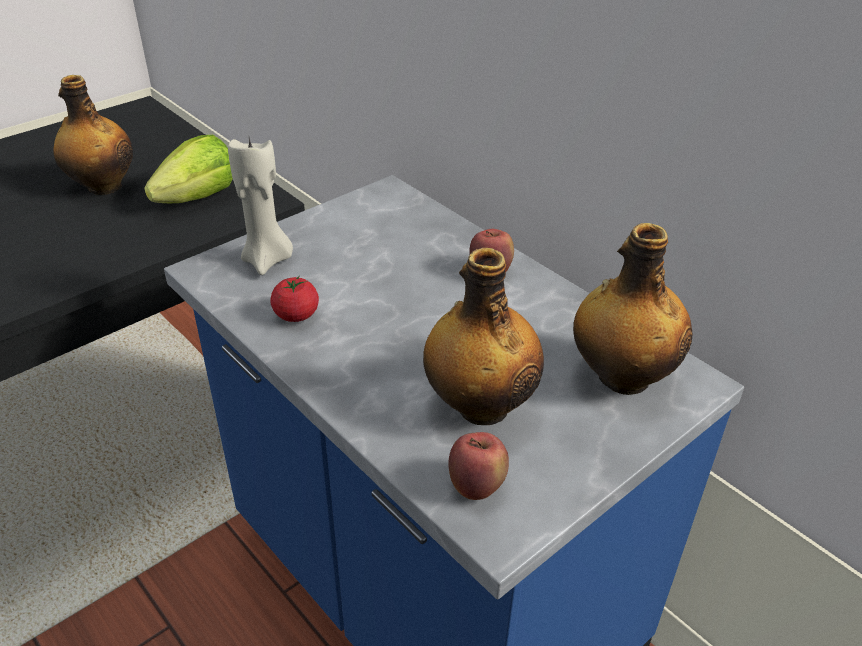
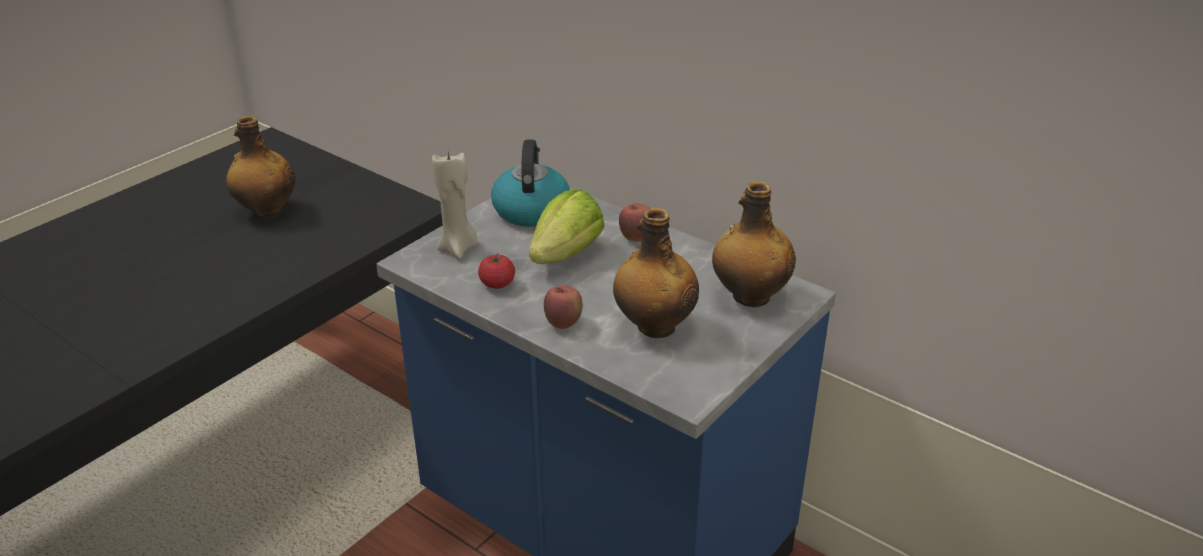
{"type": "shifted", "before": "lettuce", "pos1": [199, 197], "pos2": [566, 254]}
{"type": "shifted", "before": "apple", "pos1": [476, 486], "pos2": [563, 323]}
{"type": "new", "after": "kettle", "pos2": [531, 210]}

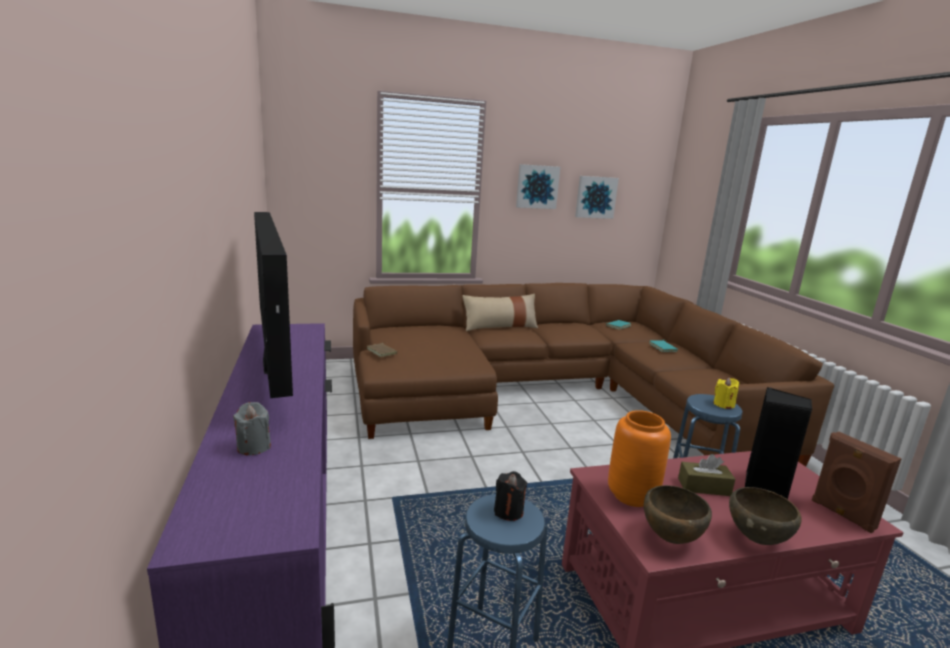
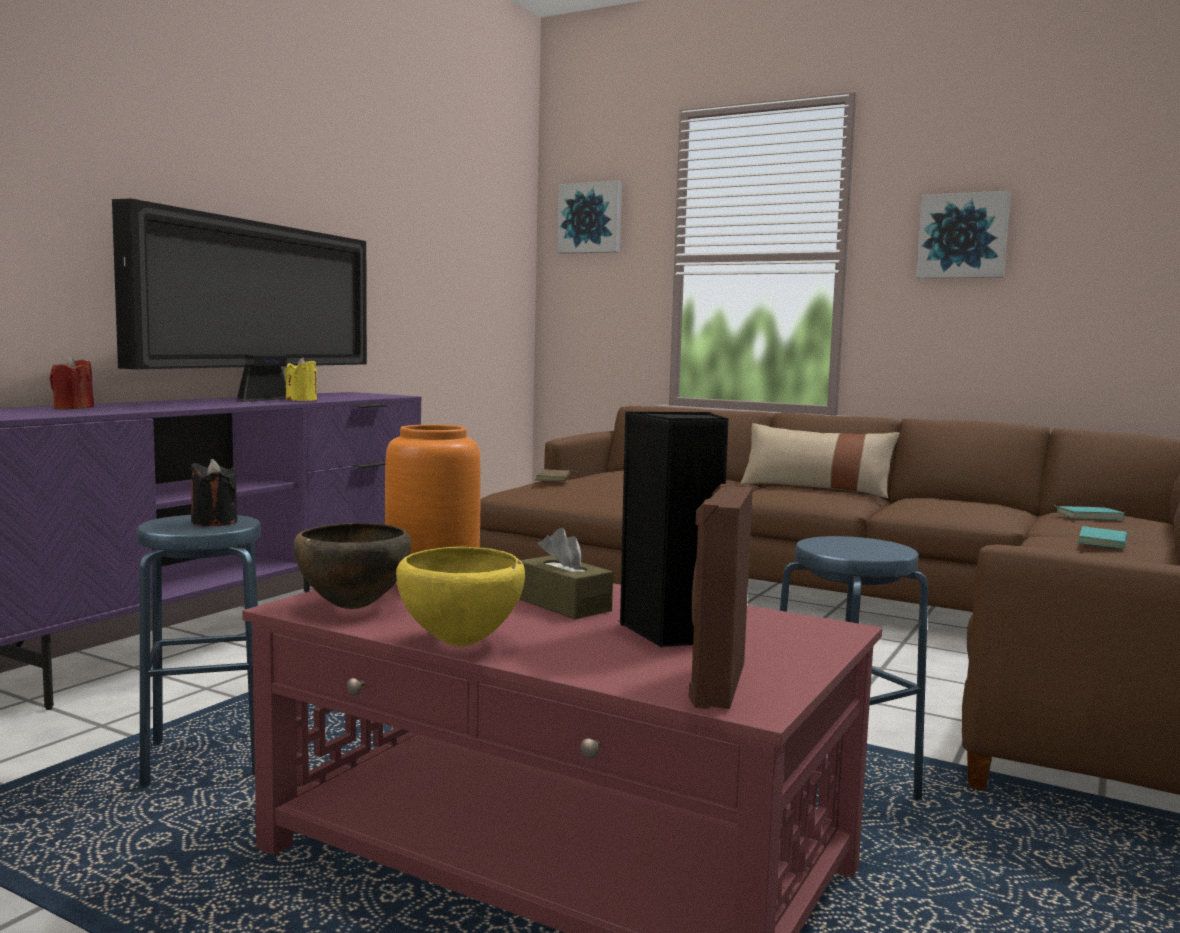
{"type": "shifted", "before": "picture", "pos1": [595, 197], "pos2": [591, 218]}
{"type": "shifted", "before": "yellow candle", "pos1": [723, 404], "pos2": [302, 400]}
{"type": "repainted", "before": "grey candle", "after": "red candle", "pos1": [253, 447], "pos2": [73, 408]}
{"type": "repainted", "before": "brown bowl", "after": "yellow bowl", "pos1": [757, 539], "pos2": [462, 643]}

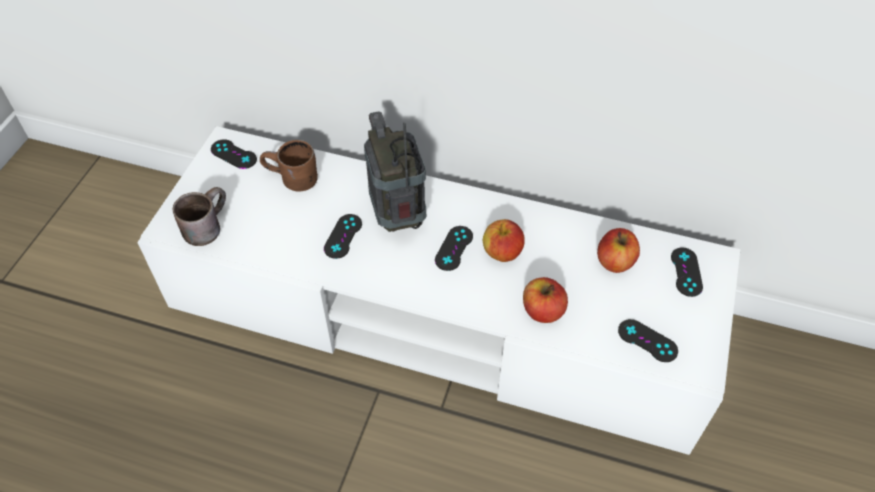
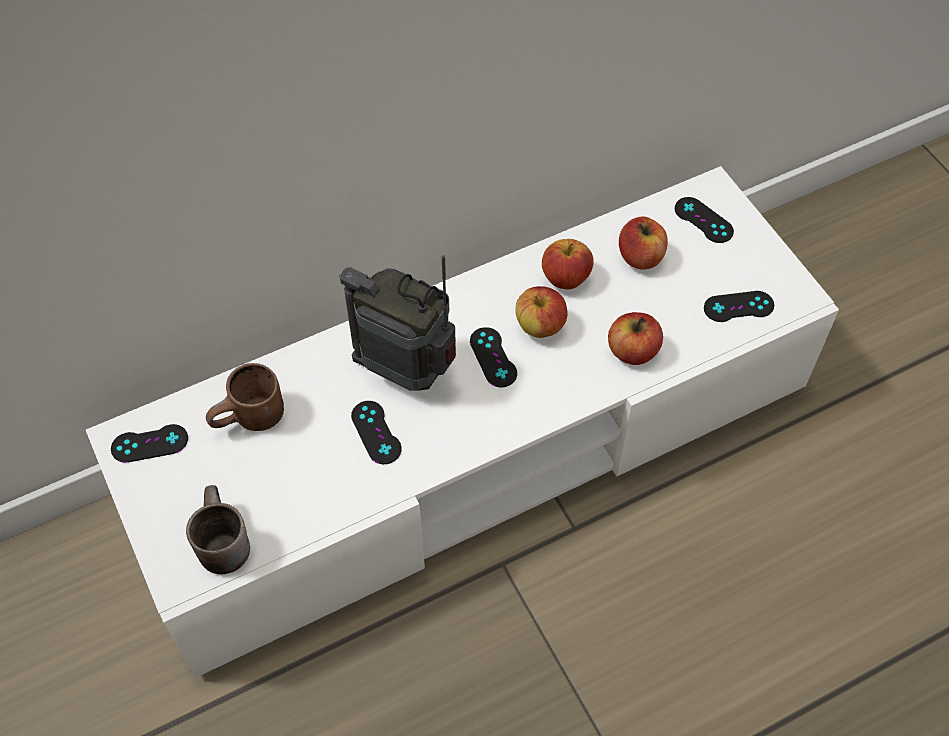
{"type": "new", "after": "apple", "pos2": [565, 278]}

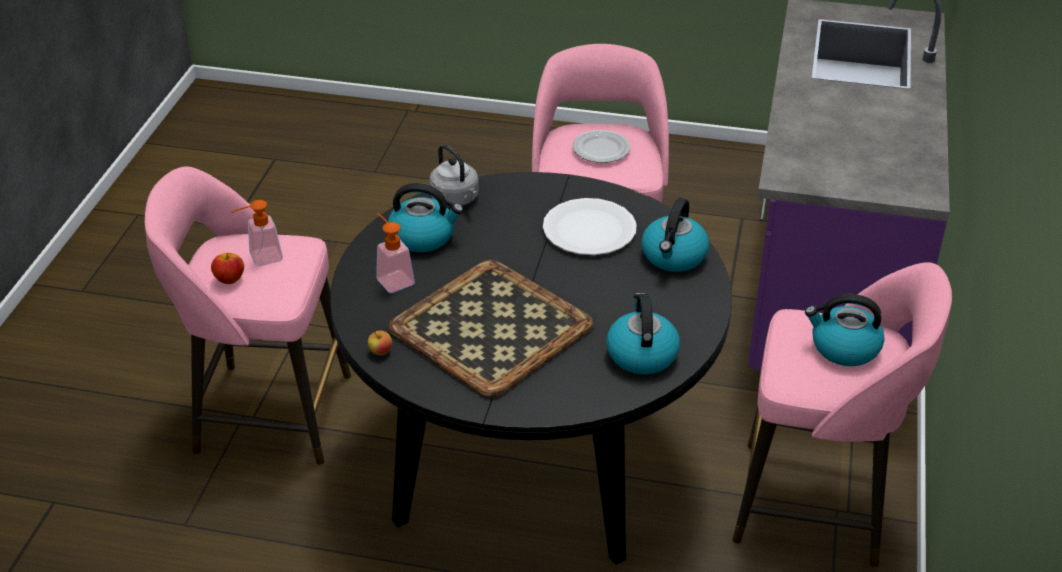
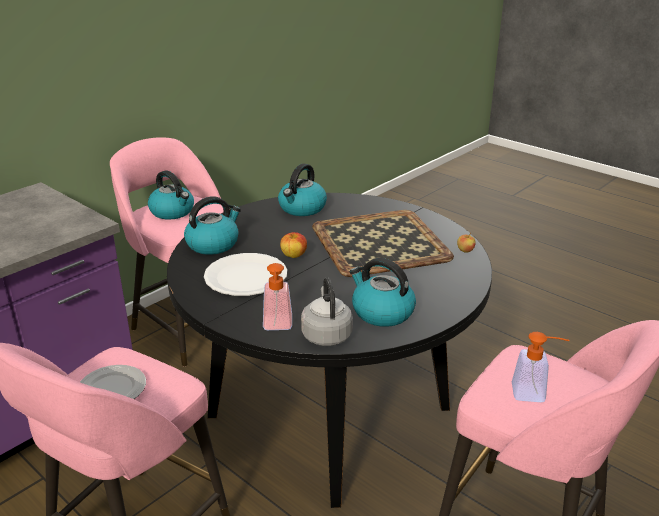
{"type": "shifted", "before": "soap dispenser", "pos1": [392, 278], "pos2": [277, 327]}
{"type": "shifted", "before": "apple", "pos1": [229, 279], "pos2": [294, 255]}

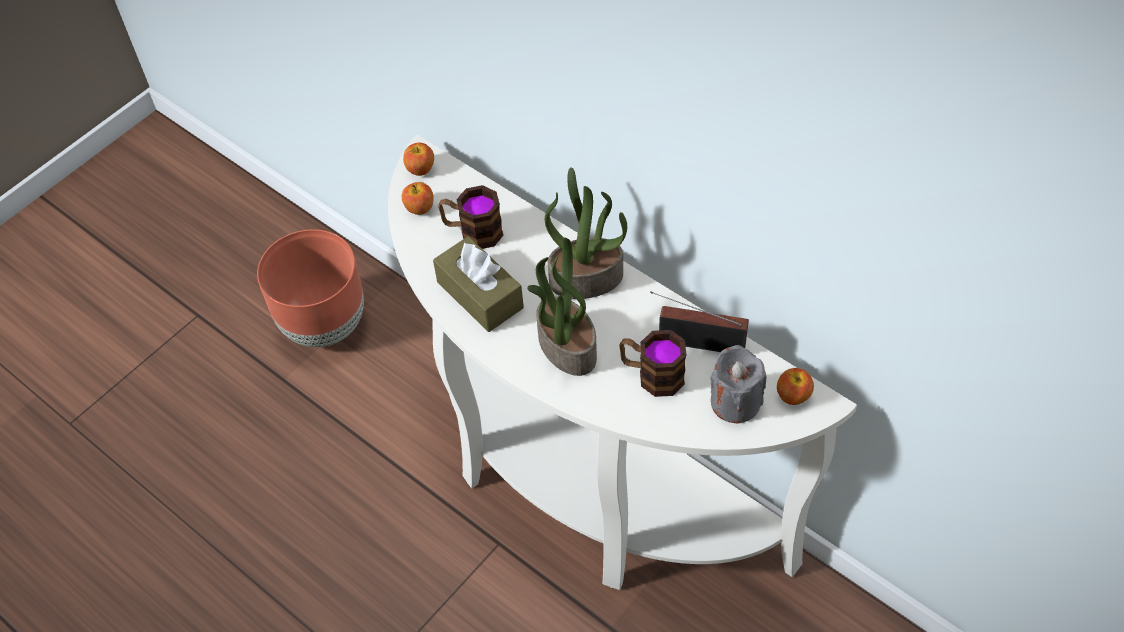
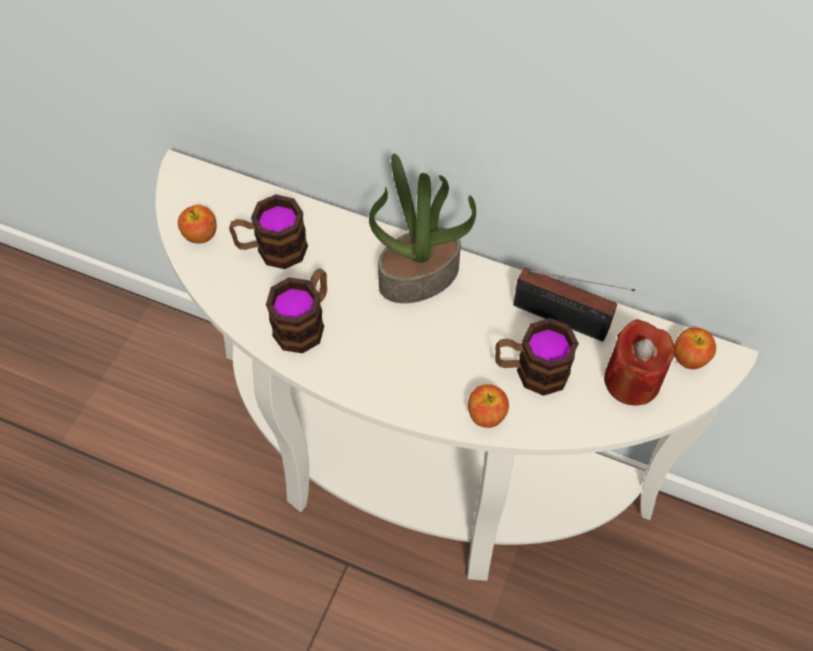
{"type": "shifted", "before": "apple", "pos1": [420, 169], "pos2": [486, 414]}
{"type": "gone", "before": "brown planter", "pos1": [324, 325]}
{"type": "swapped", "before": "brown tissue box", "after": "mug", "pos1": [480, 295], "pos2": [305, 322]}
{"type": "gone", "before": "potted plant", "pos1": [565, 346]}
{"type": "rotated", "before": "radio", "pos1": [697, 341], "pos2": [565, 320], "turn": -150}
{"type": "repainted", "before": "grey candle", "after": "red candle", "pos1": [735, 402], "pos2": [632, 380]}

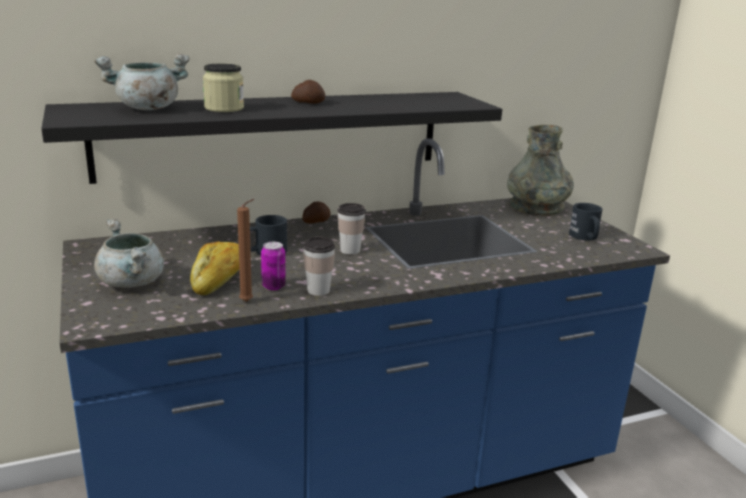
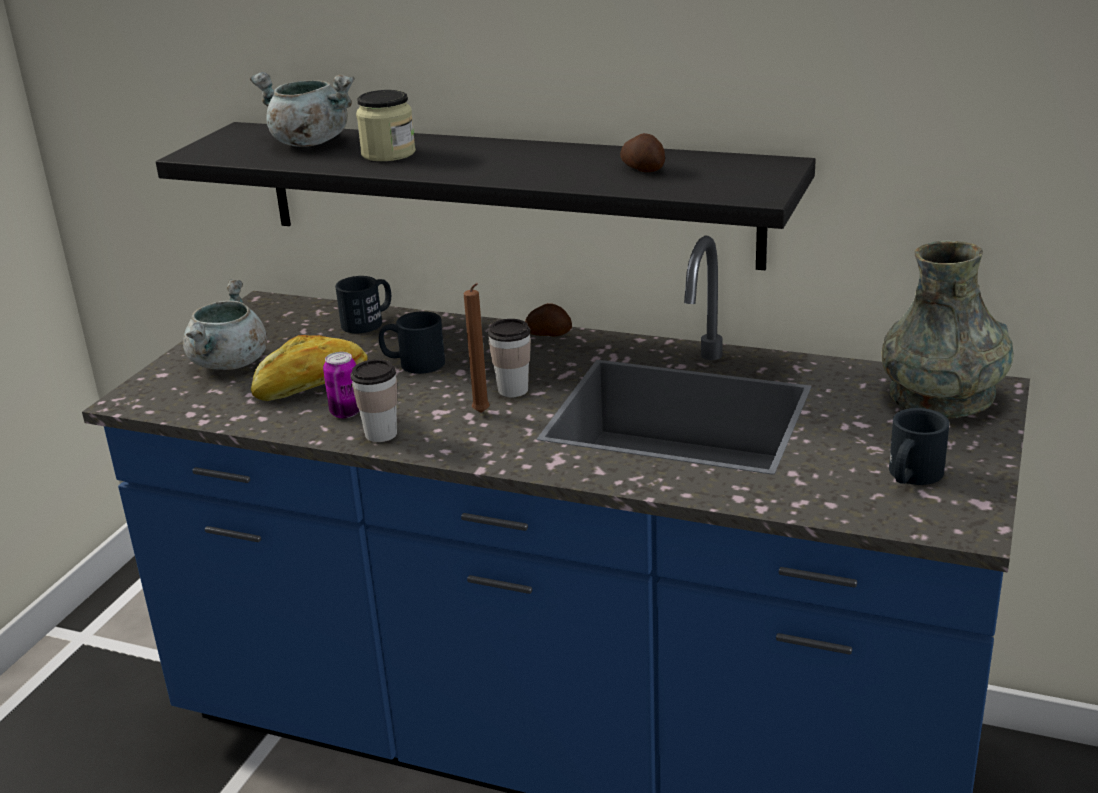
{"type": "shifted", "before": "potato", "pos1": [308, 103], "pos2": [643, 169]}
{"type": "shifted", "before": "brown candle", "pos1": [248, 302], "pos2": [482, 414]}
{"type": "new", "after": "black mug", "pos2": [369, 321]}

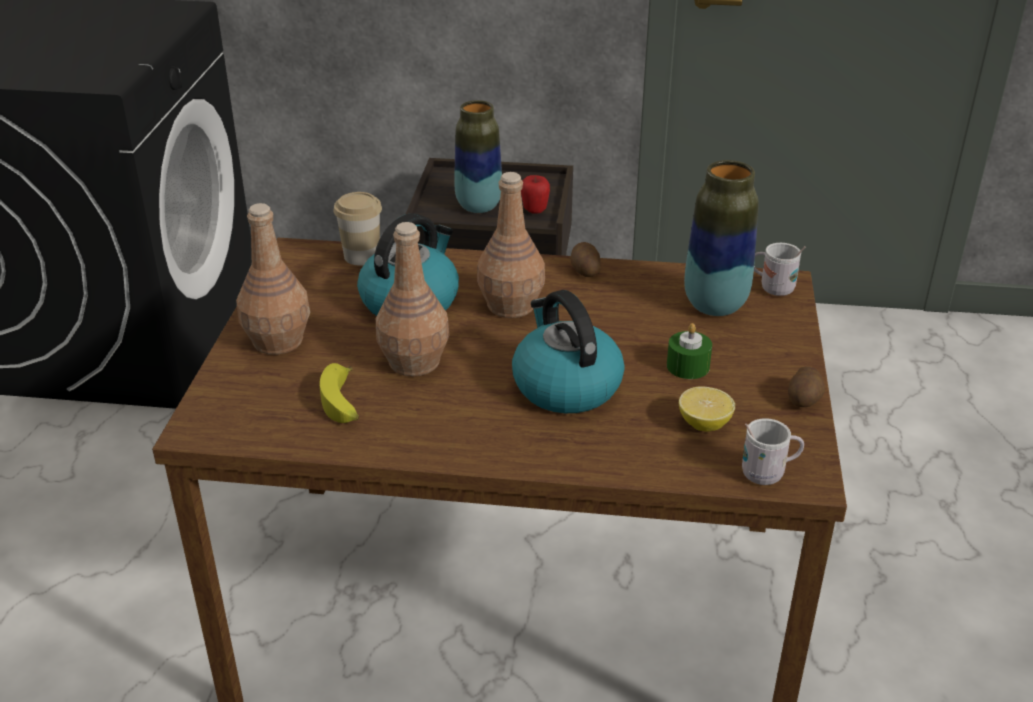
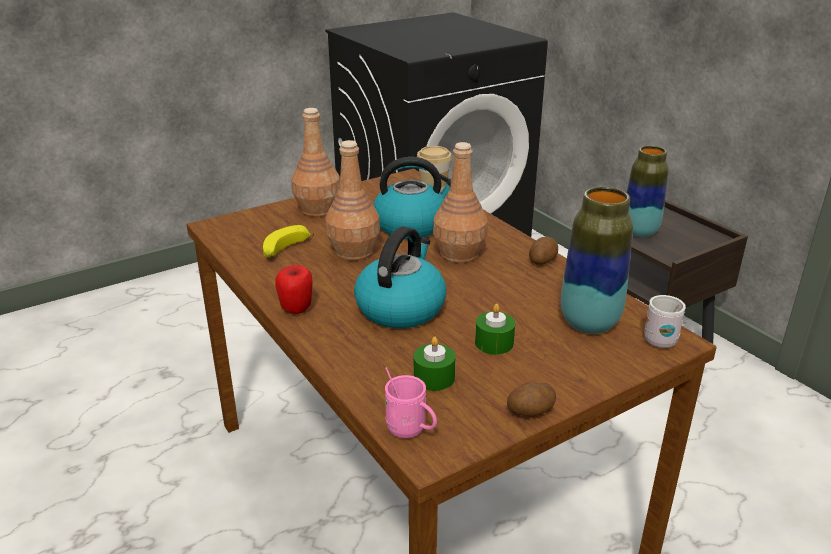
{"type": "shifted", "before": "apple", "pos1": [535, 210], "pos2": [296, 309]}
{"type": "swapped", "before": "lemon", "after": "green candle", "pos1": [704, 424], "pos2": [434, 377]}
{"type": "repainted", "before": "white mug", "after": "pink mug", "pos1": [768, 474], "pos2": [411, 431]}

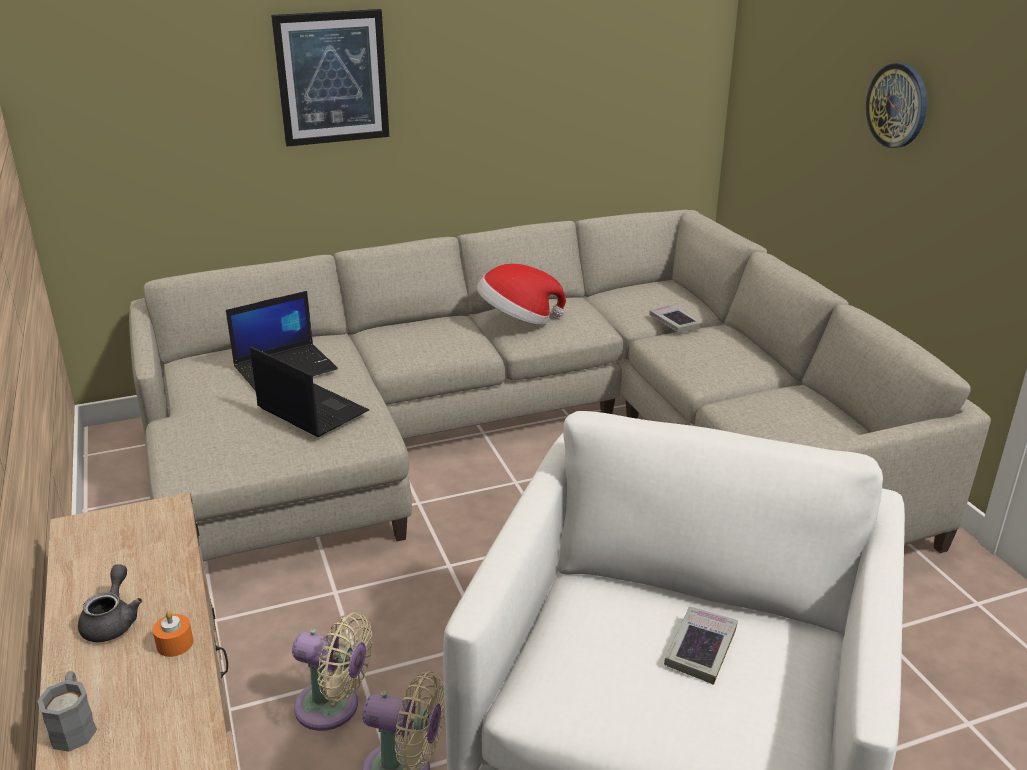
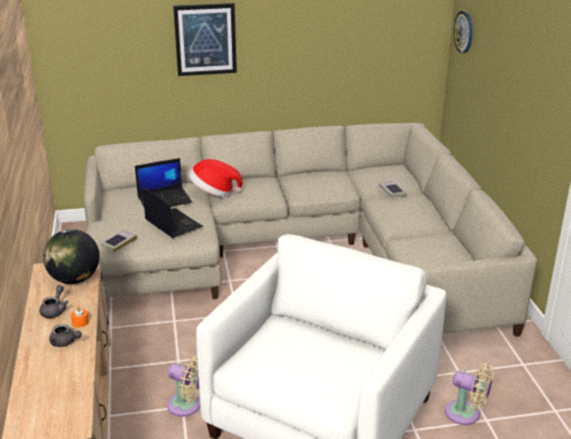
{"type": "shifted", "before": "wall clock", "pos1": [897, 105], "pos2": [464, 32]}
{"type": "shifted", "before": "hat", "pos1": [518, 320], "pos2": [214, 192]}
{"type": "shifted", "before": "book", "pos1": [700, 649], "pos2": [118, 243]}
{"type": "shifted", "before": "beige fan", "pos1": [333, 708], "pos2": [466, 414]}
{"type": "gone", "before": "grey mug", "pos1": [74, 725]}
{"type": "new", "after": "globe", "pos2": [74, 279]}
{"type": "new", "after": "grey teapot", "pos2": [65, 342]}

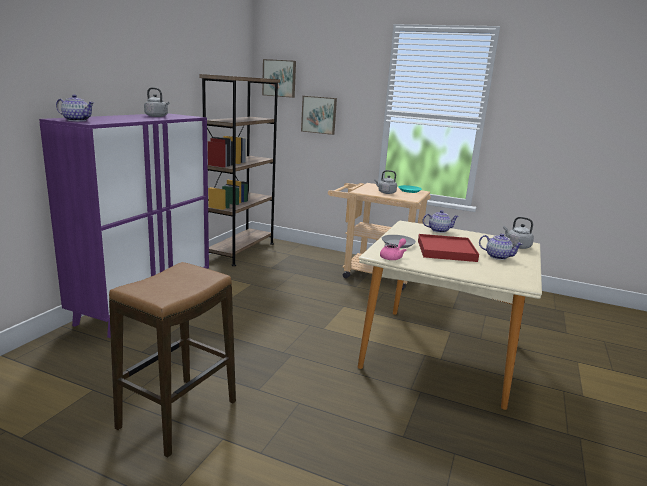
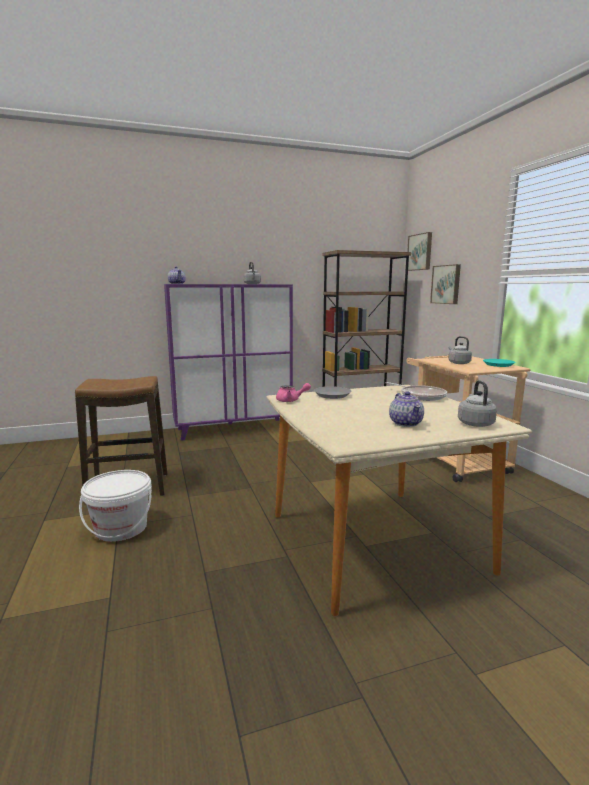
{"type": "swapped", "before": "teapot", "after": "frying pan", "pos1": [438, 230], "pos2": [420, 396]}
{"type": "gone", "before": "red tray", "pos1": [446, 251]}
{"type": "new", "after": "white bucket", "pos2": [121, 528]}

